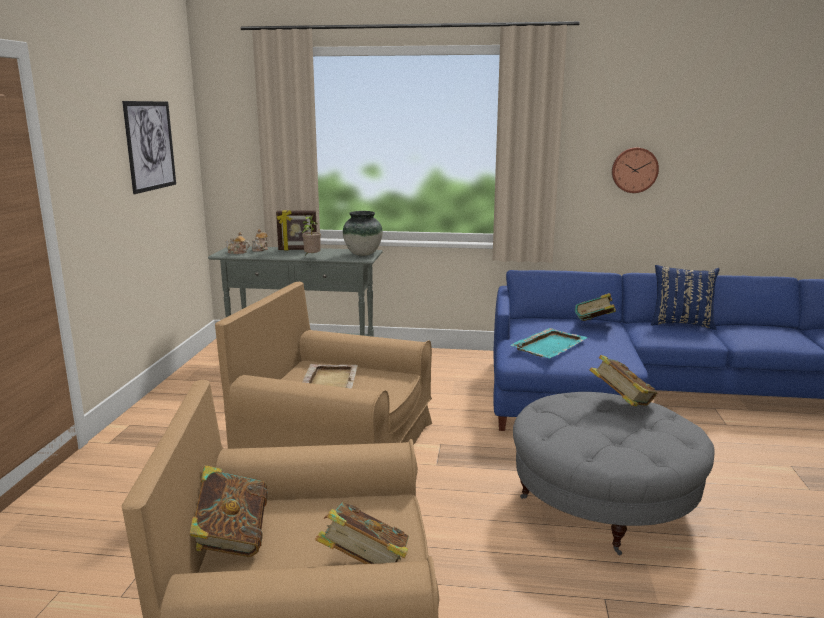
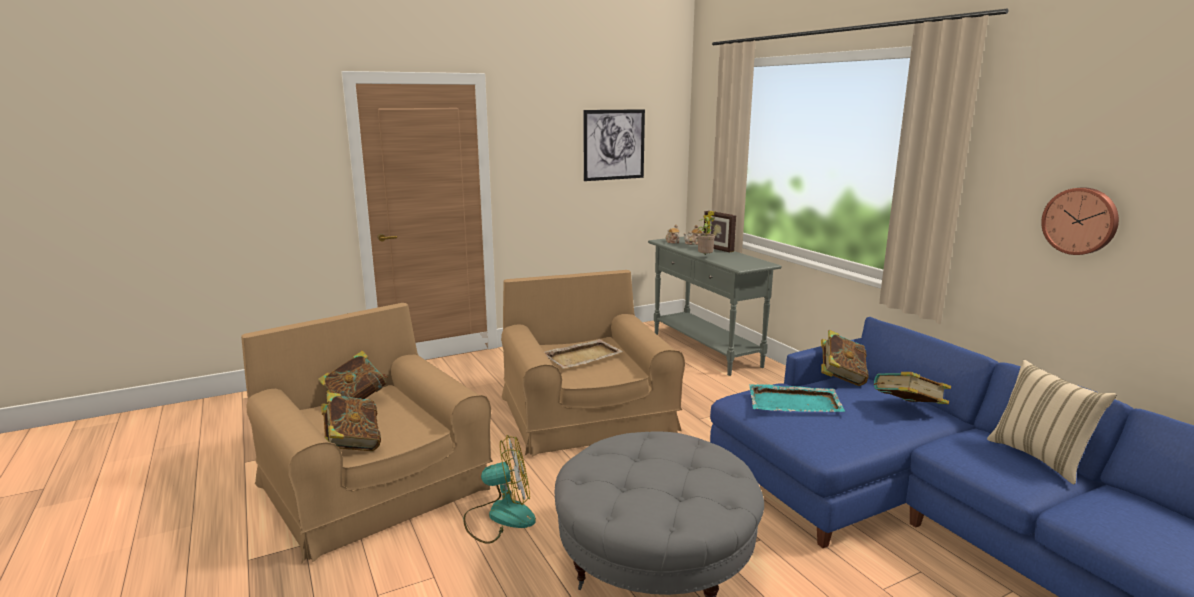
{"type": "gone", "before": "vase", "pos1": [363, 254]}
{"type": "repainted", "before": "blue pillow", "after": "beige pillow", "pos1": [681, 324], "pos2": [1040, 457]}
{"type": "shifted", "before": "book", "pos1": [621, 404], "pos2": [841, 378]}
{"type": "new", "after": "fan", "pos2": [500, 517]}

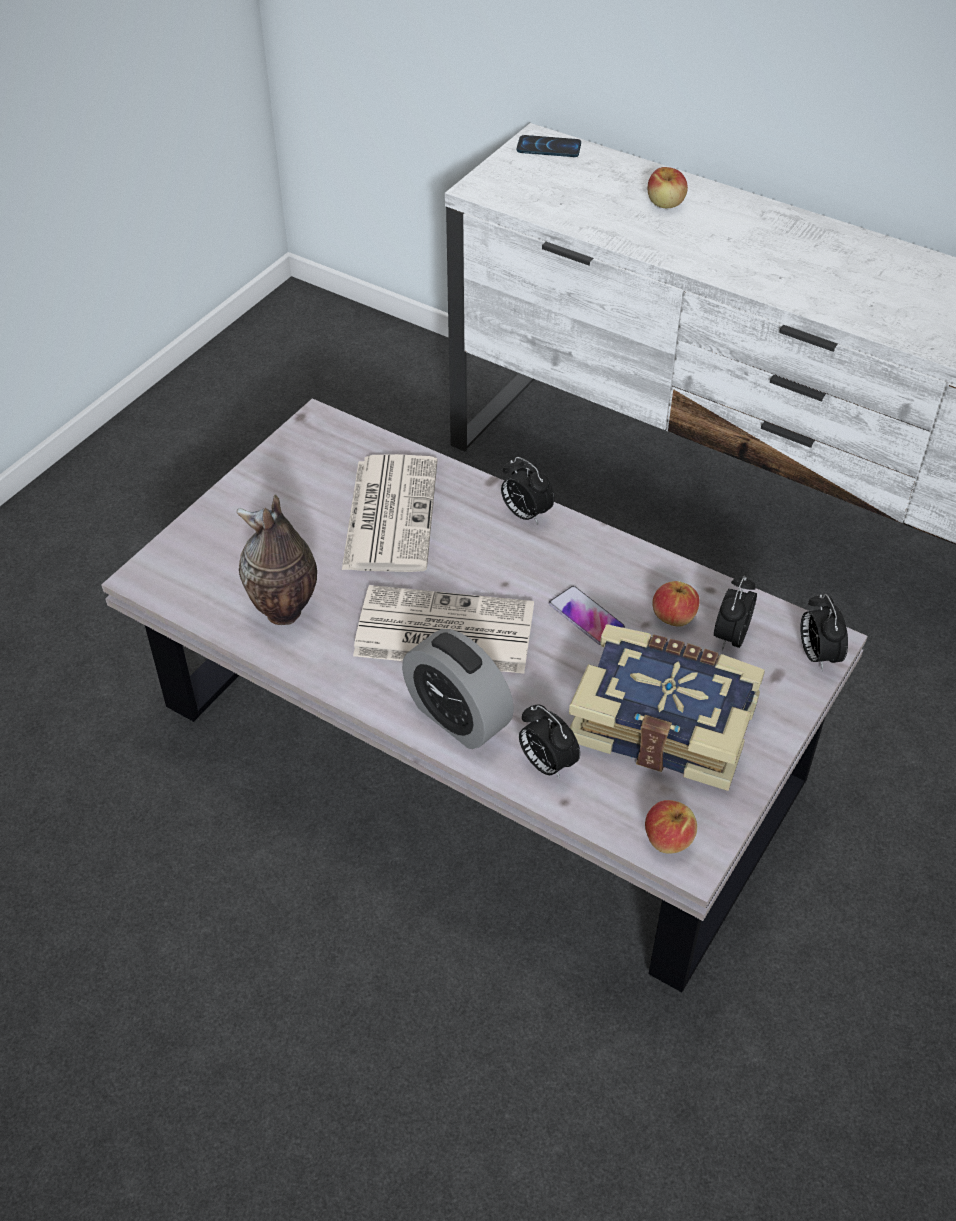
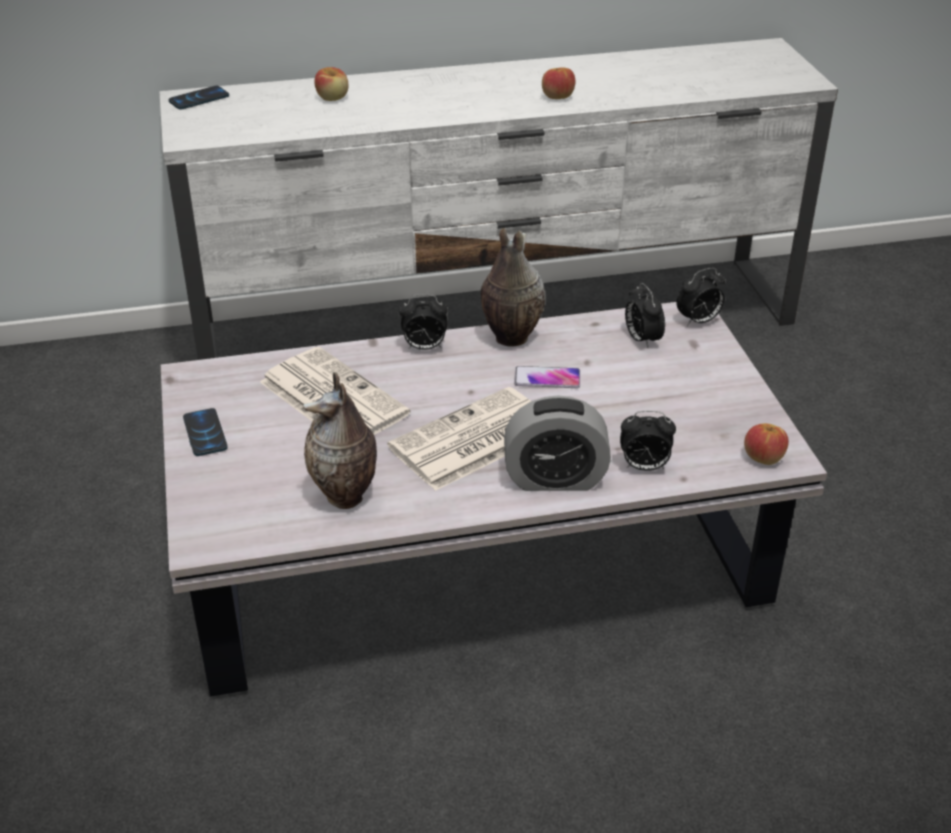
{"type": "shifted", "before": "apple", "pos1": [673, 616], "pos2": [557, 96]}
{"type": "rotated", "before": "alarm clock", "pos1": [817, 655], "pos2": [698, 321], "turn": -60}
{"type": "gone", "before": "book", "pos1": [664, 721]}
{"type": "new", "after": "vase", "pos2": [509, 338]}
{"type": "new", "after": "phone", "pos2": [205, 433]}

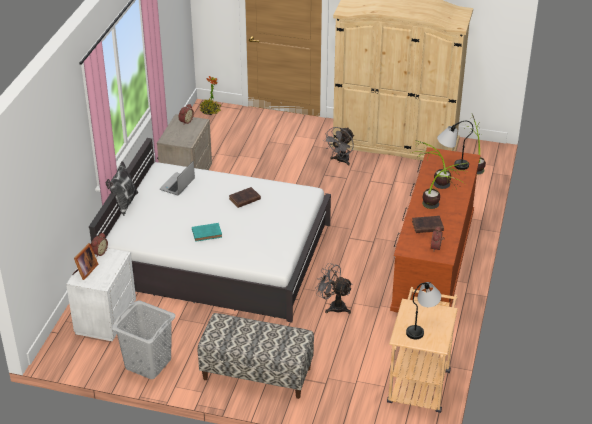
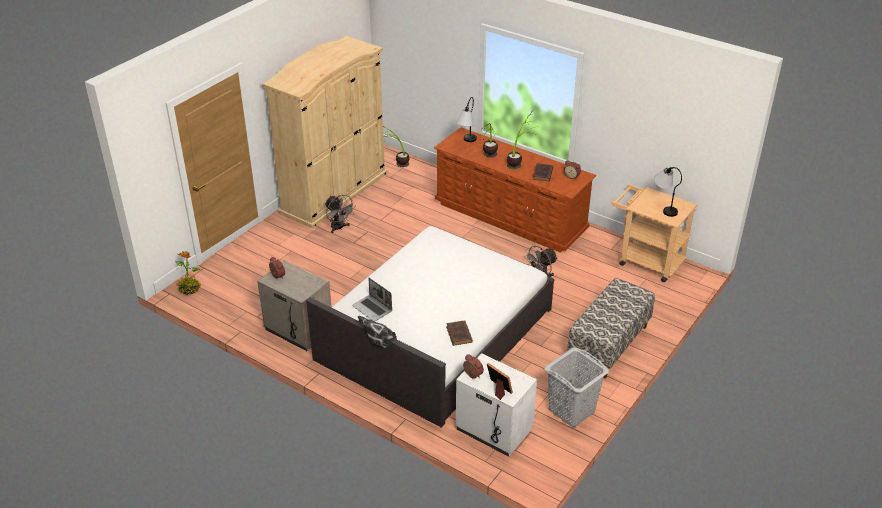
{"type": "shifted", "before": "brown book", "pos1": [244, 199], "pos2": [459, 335]}
{"type": "gone", "before": "turquoise book", "pos1": [207, 233]}

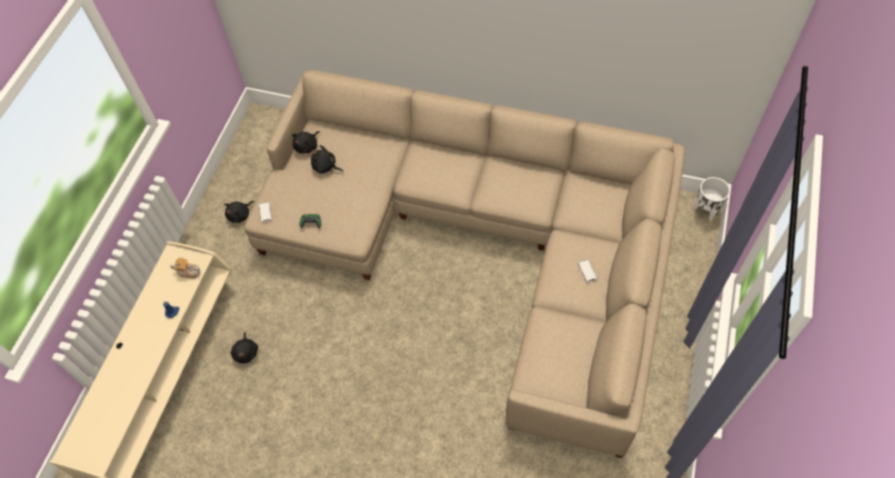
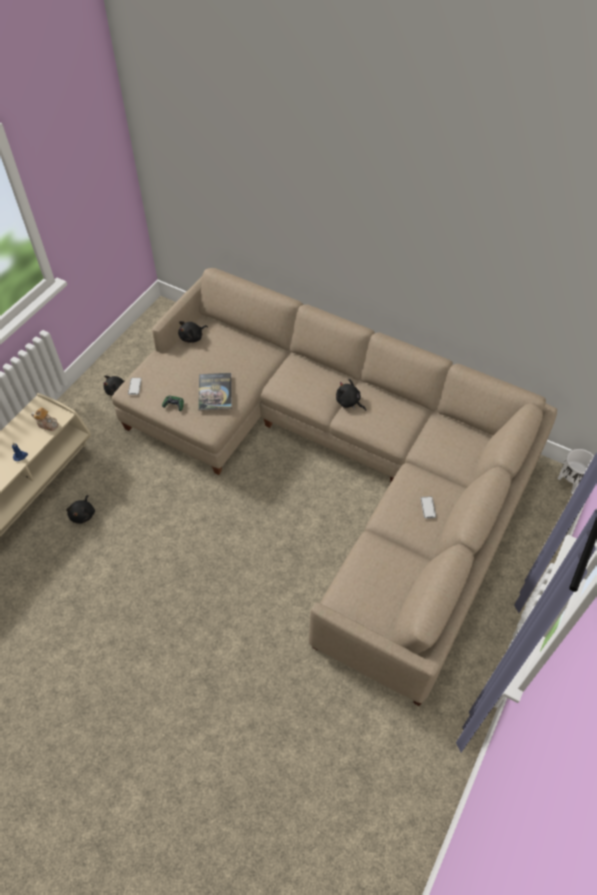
{"type": "shifted", "before": "black plush toy", "pos1": [326, 167], "pos2": [349, 402]}
{"type": "new", "after": "book", "pos2": [215, 392]}

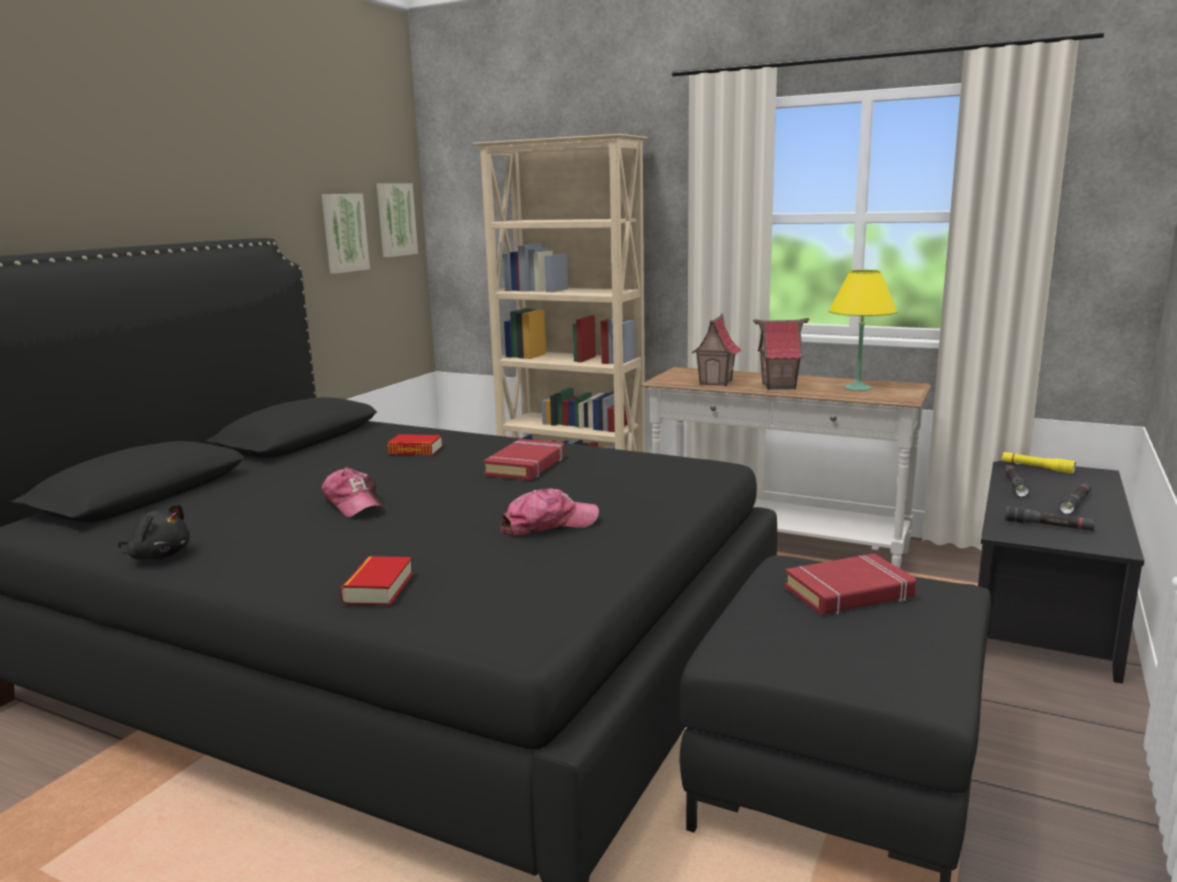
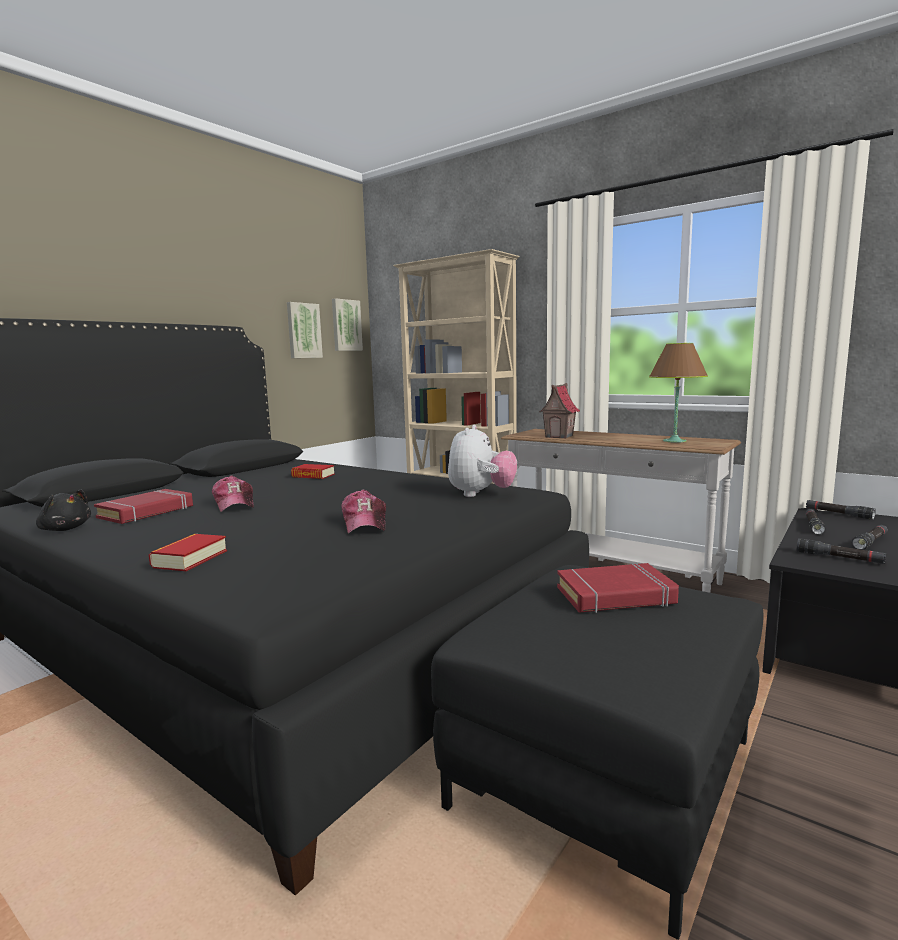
{"type": "repainted", "before": "yellow table lamp", "after": "brown table lamp", "pos1": [857, 388], "pos2": [674, 441]}
{"type": "gone", "before": "toy house", "pos1": [778, 386]}
{"type": "shifted", "before": "red book", "pos1": [526, 466], "pos2": [146, 512]}
{"type": "repainted", "before": "yellow flashlight", "after": "black flashlight", "pos1": [1037, 467], "pos2": [838, 514]}
{"type": "rotated", "before": "cap", "pos1": [548, 525], "pos2": [365, 523], "turn": 90}
{"type": "new", "after": "plush toy", "pos2": [481, 494]}

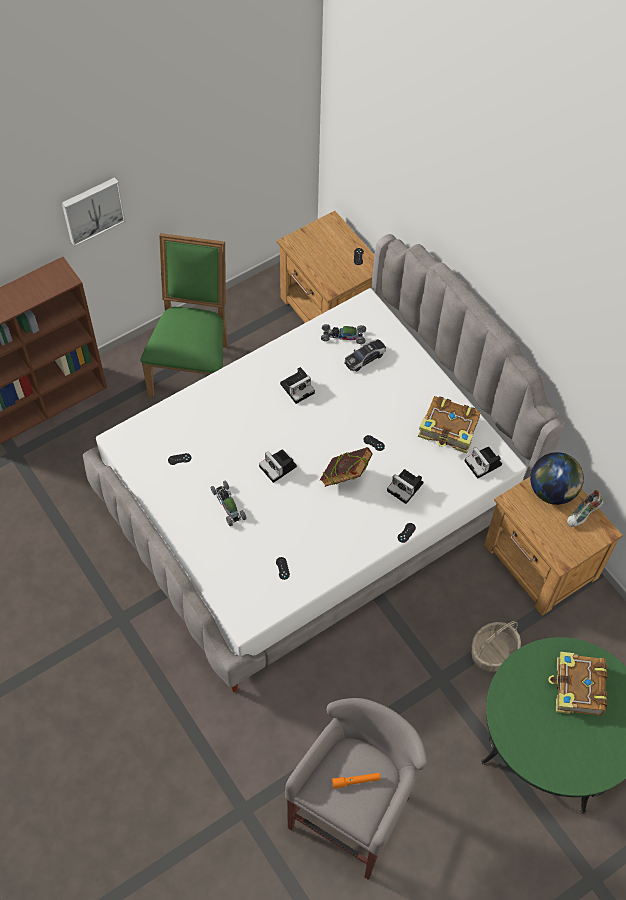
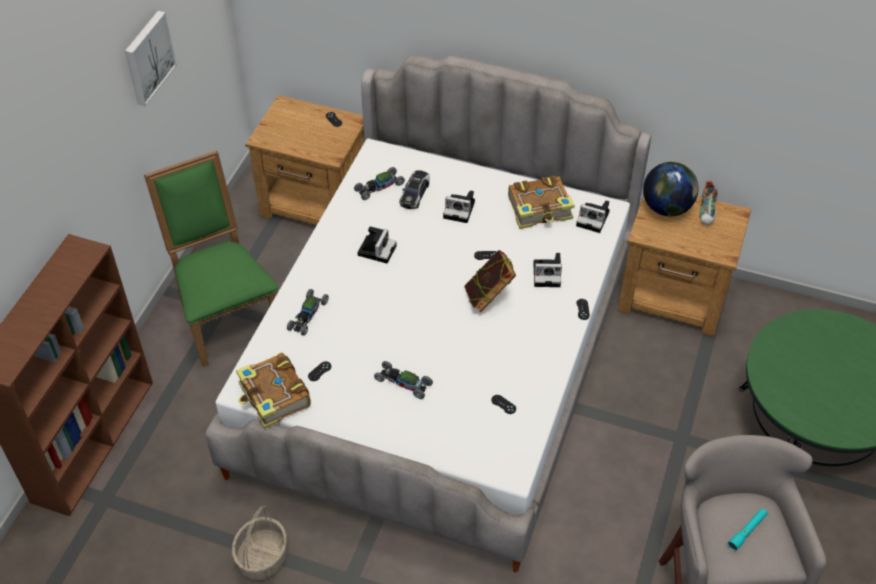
{"type": "shifted", "before": "picture", "pos1": [92, 210], "pos2": [147, 57]}
{"type": "shifted", "before": "photo camera", "pos1": [279, 467], "pos2": [460, 209]}
{"type": "shifted", "before": "basket", "pos1": [493, 652], "pos2": [262, 557]}
{"type": "shifted", "before": "book", "pos1": [577, 689], "pos2": [274, 397]}
{"type": "repainted", "before": "orange flashlight", "after": "turquoise flashlight", "pos1": [356, 781], "pos2": [747, 531]}
{"type": "new", "after": "toy car", "pos2": [308, 315]}

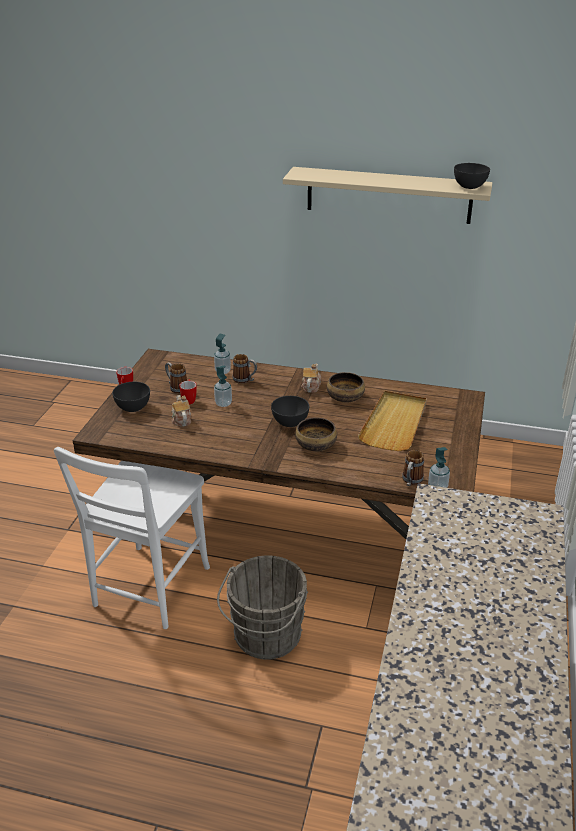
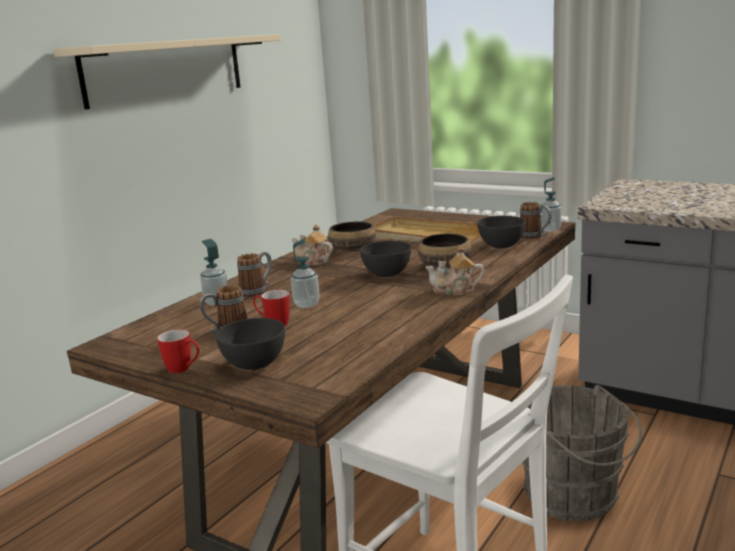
{"type": "shifted", "before": "grey bowl", "pos1": [469, 187], "pos2": [501, 246]}
{"type": "shifted", "before": "teapot", "pos1": [181, 419], "pos2": [455, 290]}

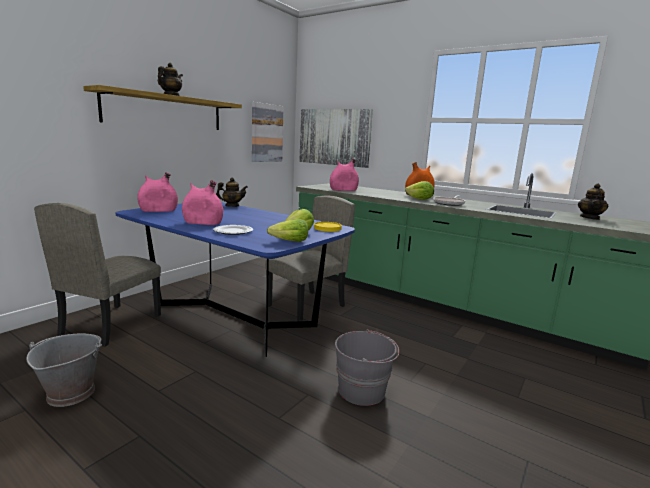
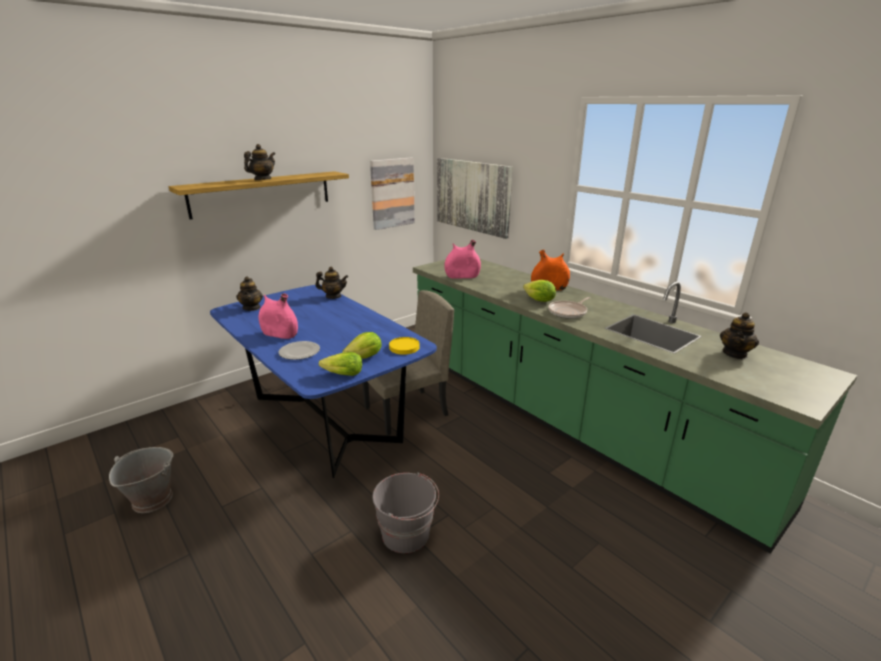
{"type": "swapped", "before": "pink vase", "after": "teapot", "pos1": [158, 211], "pos2": [252, 308]}
{"type": "gone", "before": "beige chair", "pos1": [111, 324]}

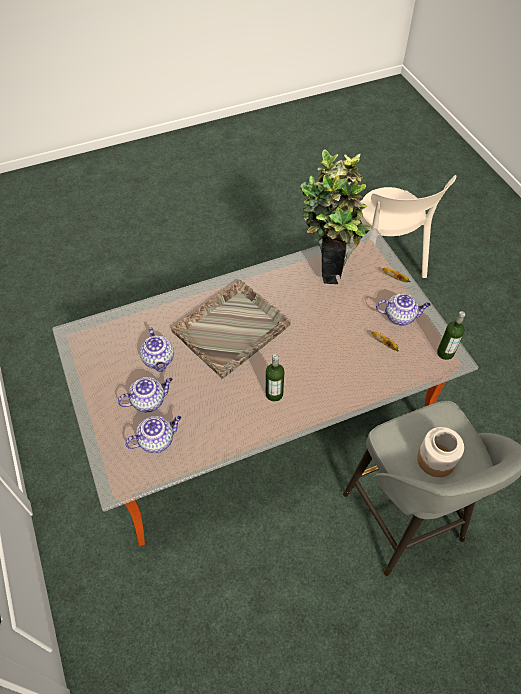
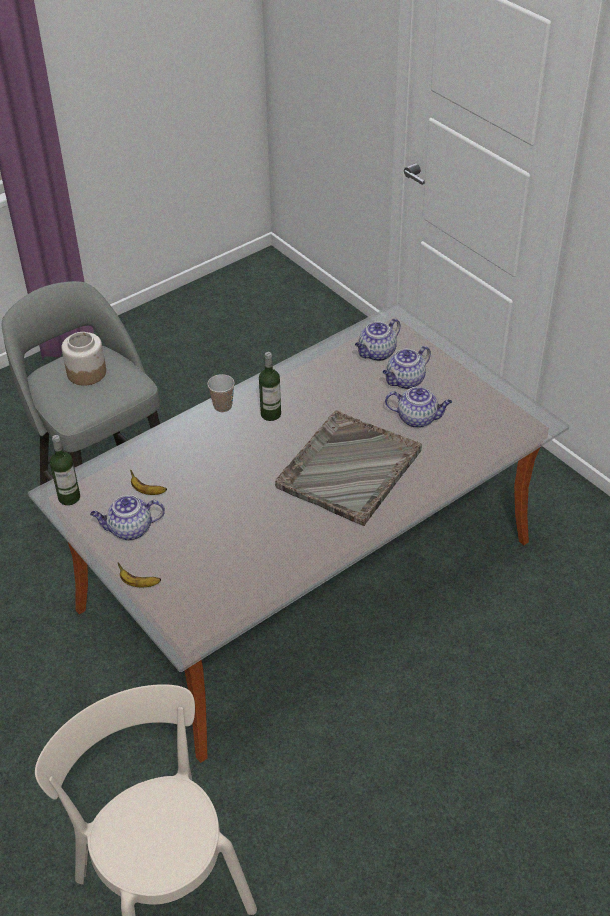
{"type": "gone", "before": "potted plant", "pos1": [329, 264]}
{"type": "rotated", "before": "teapot", "pos1": [159, 360], "pos2": [418, 418], "turn": 135}
{"type": "new", "after": "cup", "pos2": [222, 406]}

